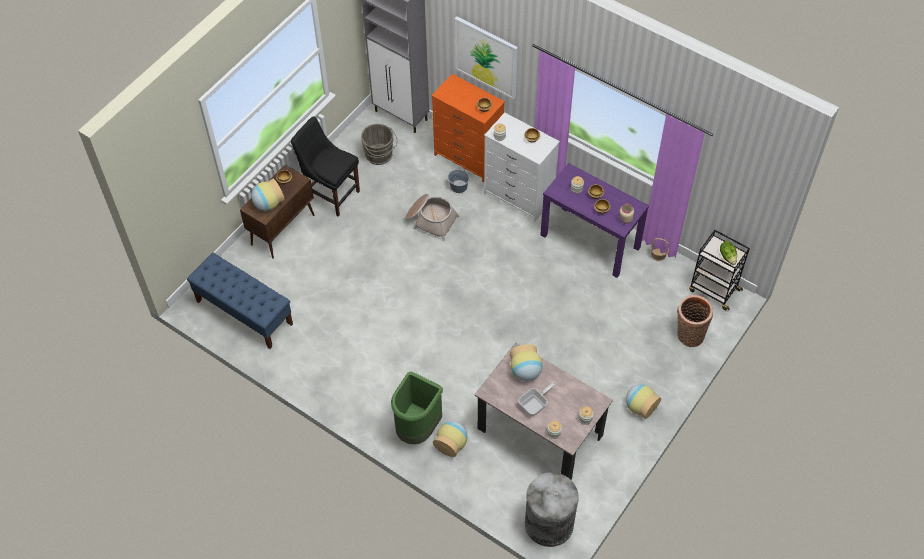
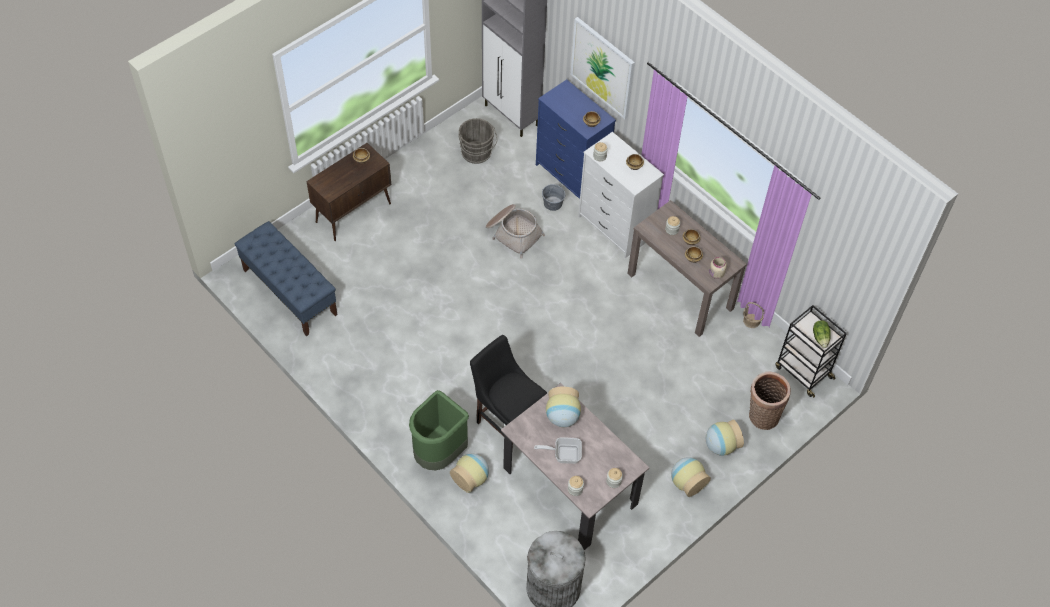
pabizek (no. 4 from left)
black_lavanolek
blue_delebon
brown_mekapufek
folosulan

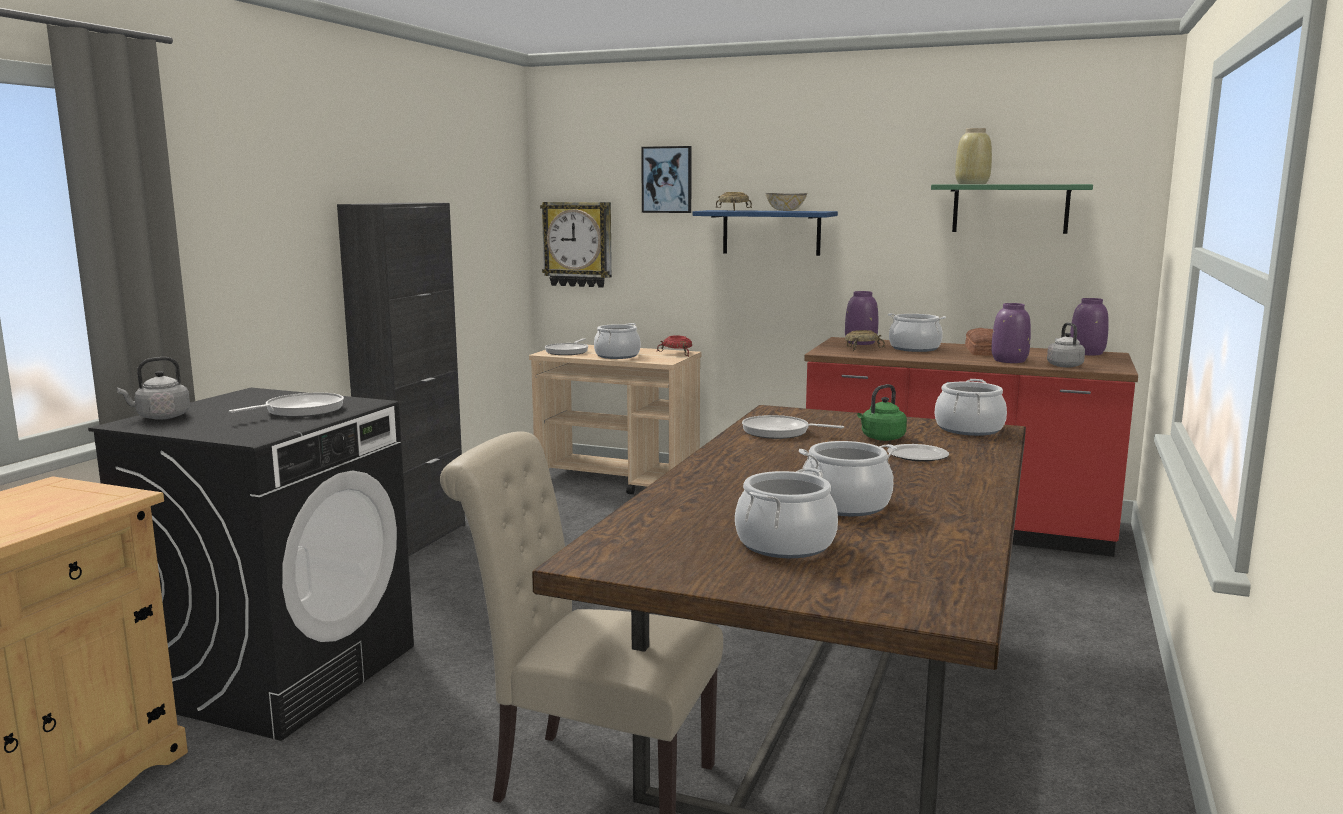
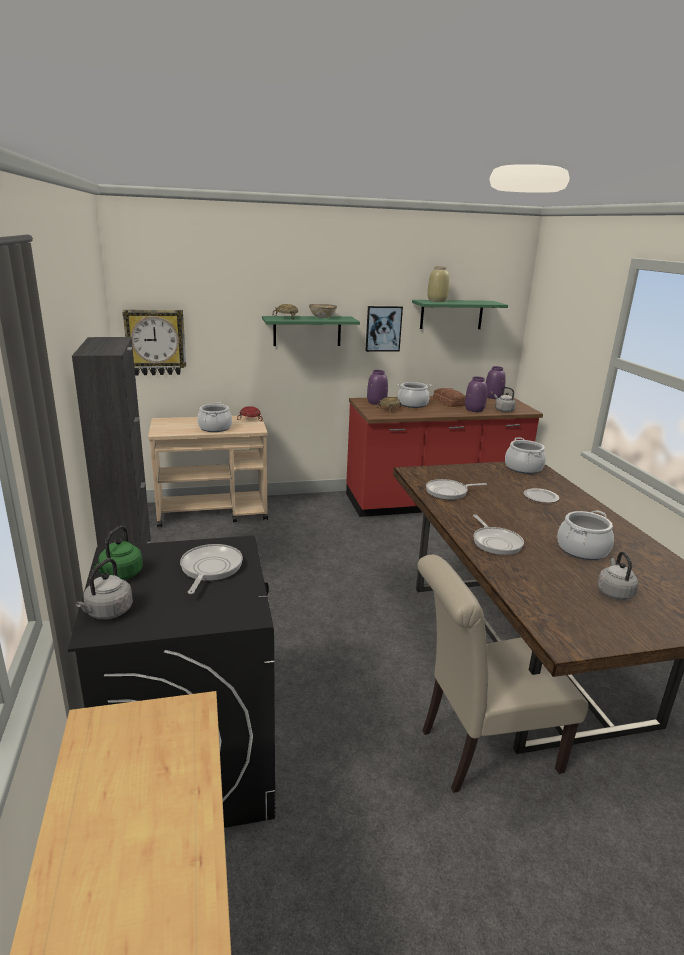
folosulan (no. 3 from left)
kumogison
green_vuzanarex
grey_vuzanarex (no. 3 from left)
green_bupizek (no. 1 from left)

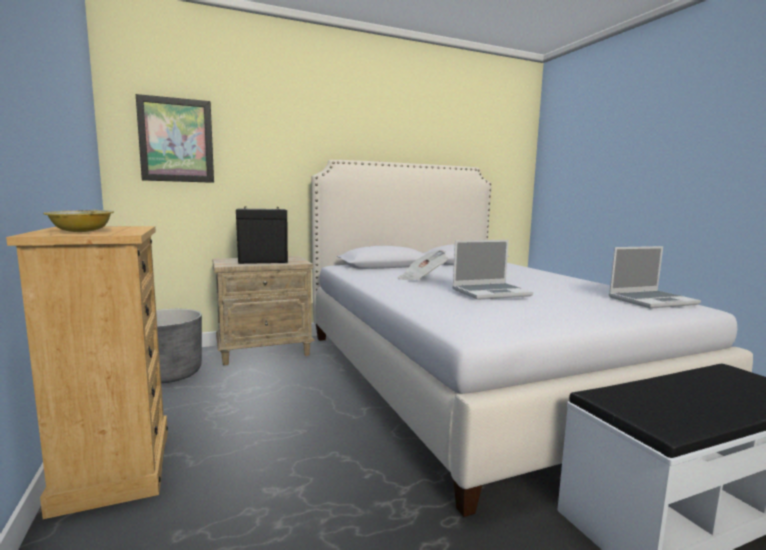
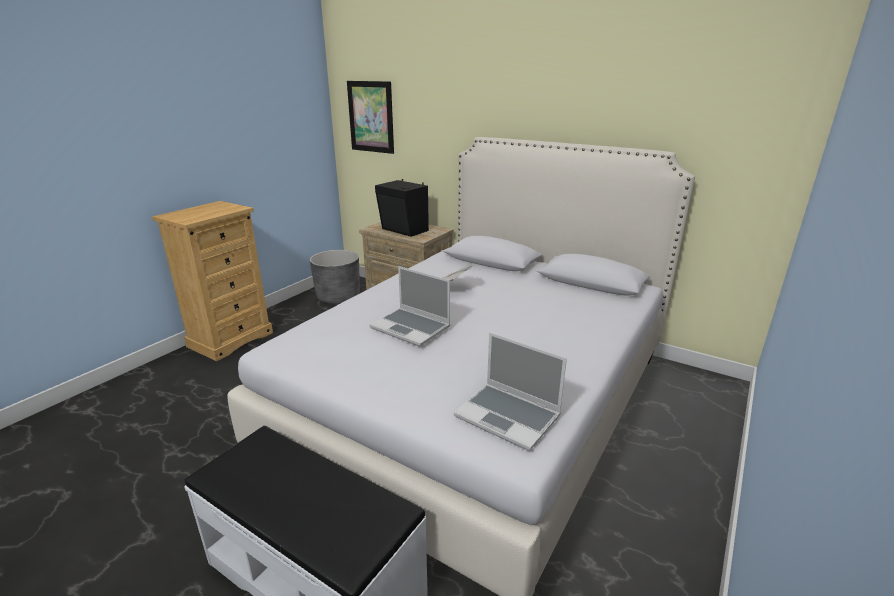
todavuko

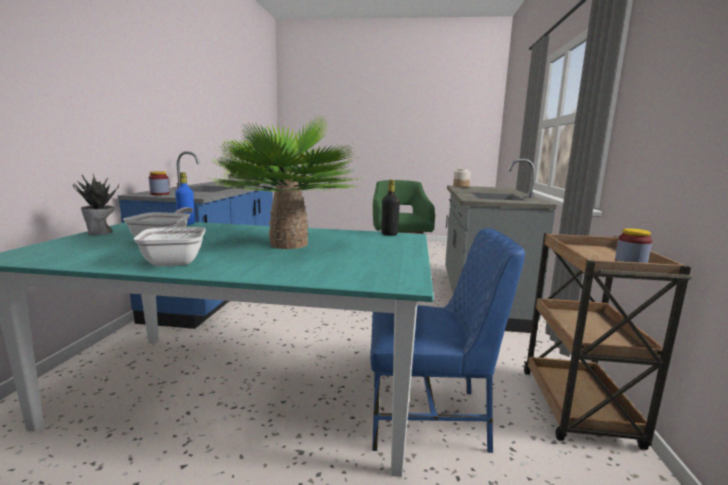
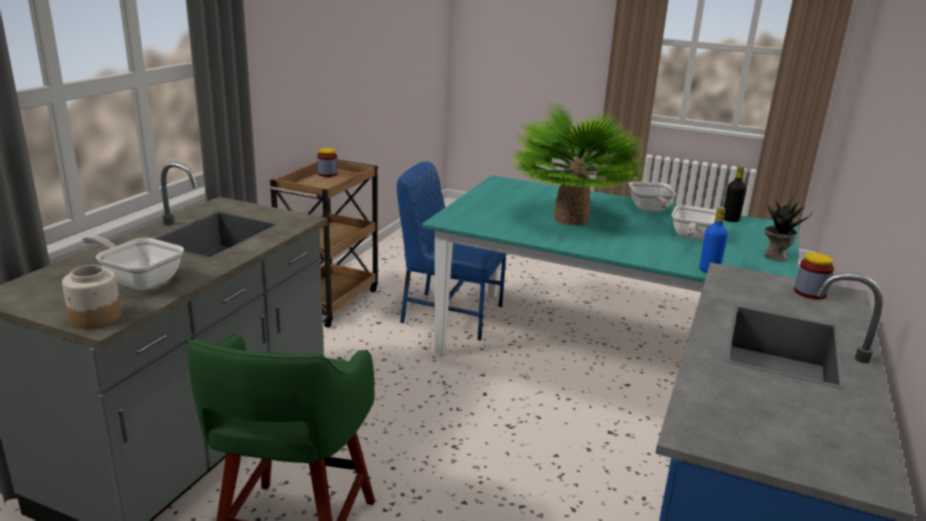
folosulan (no. 1 from left)
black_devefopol

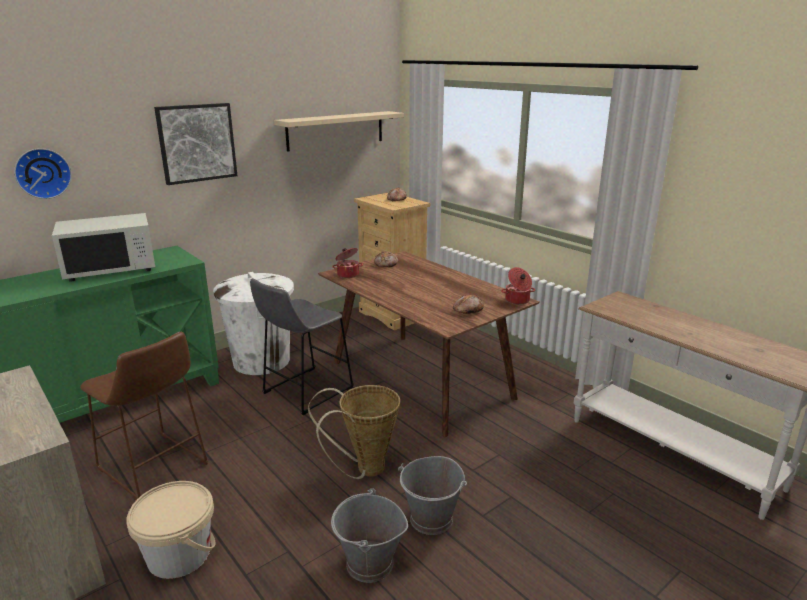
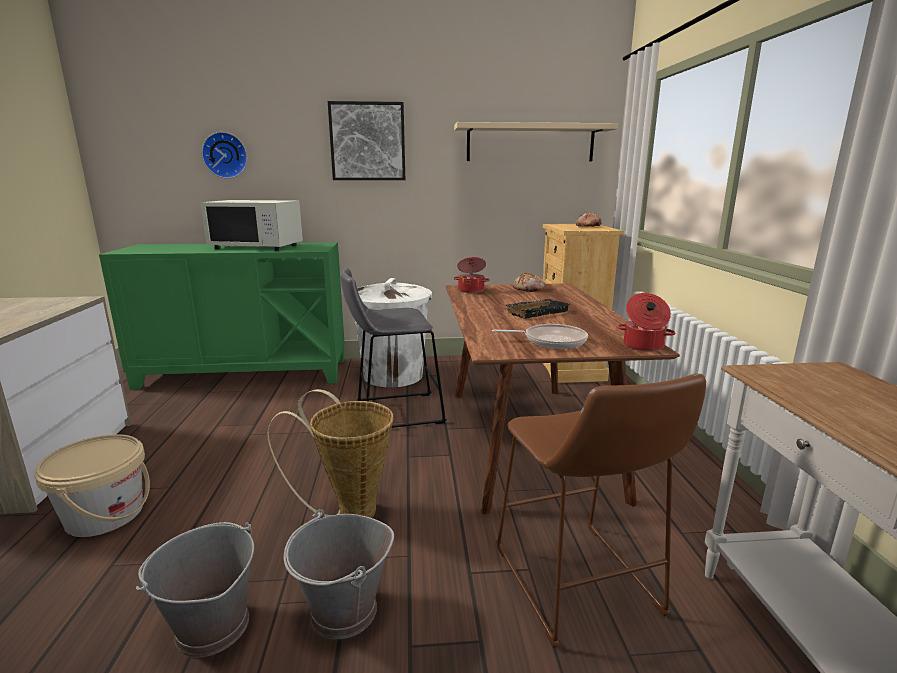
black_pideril
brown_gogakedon
folosulan

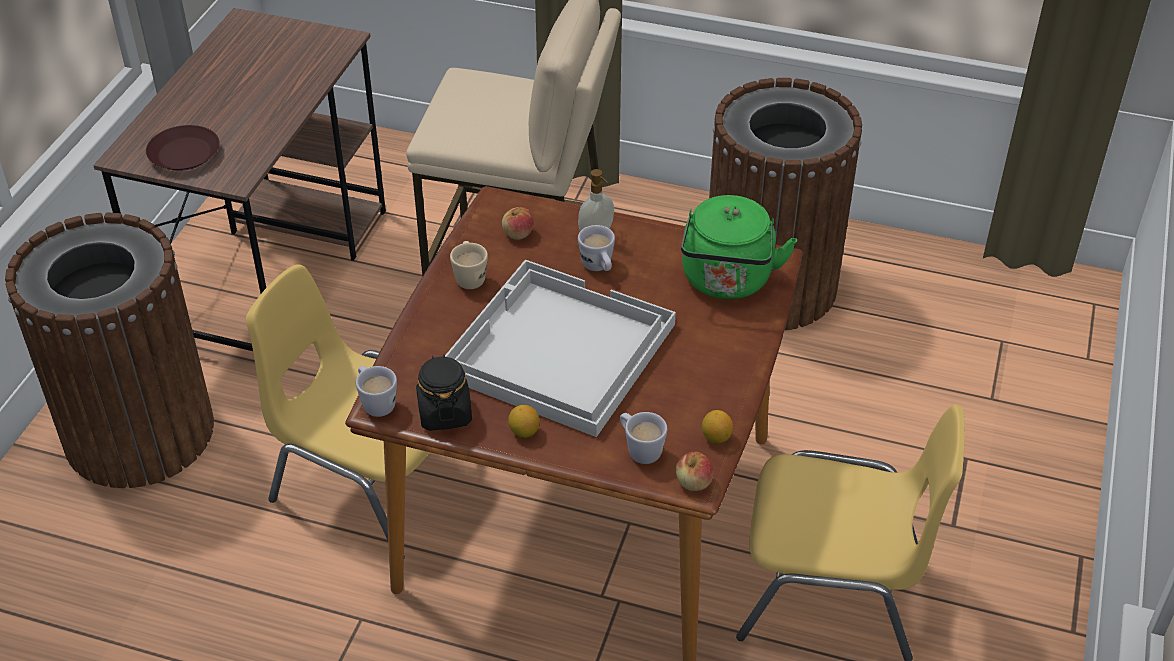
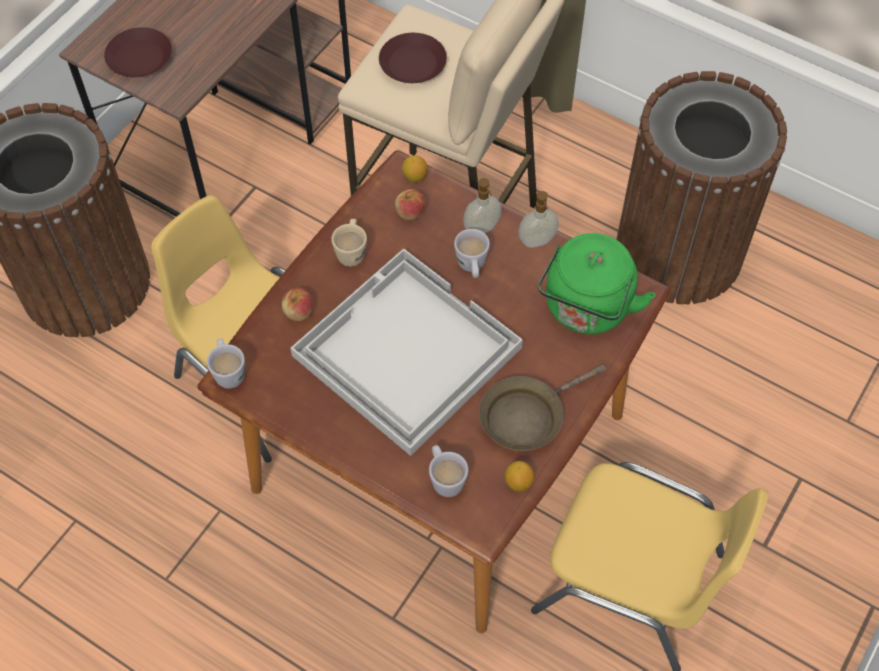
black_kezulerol
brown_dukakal (no. 2 from left)
brown_folosulan
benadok (no. 2 from left)
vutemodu (no. 1 from left)
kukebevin (no. 1 from left)

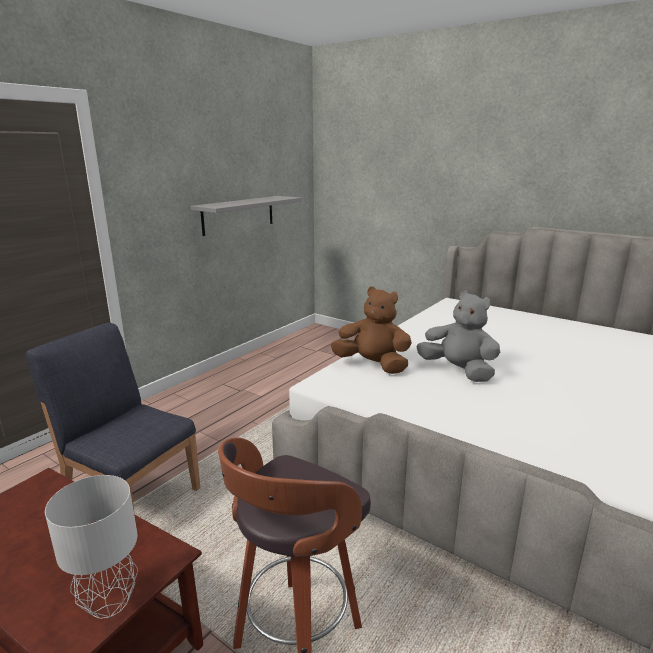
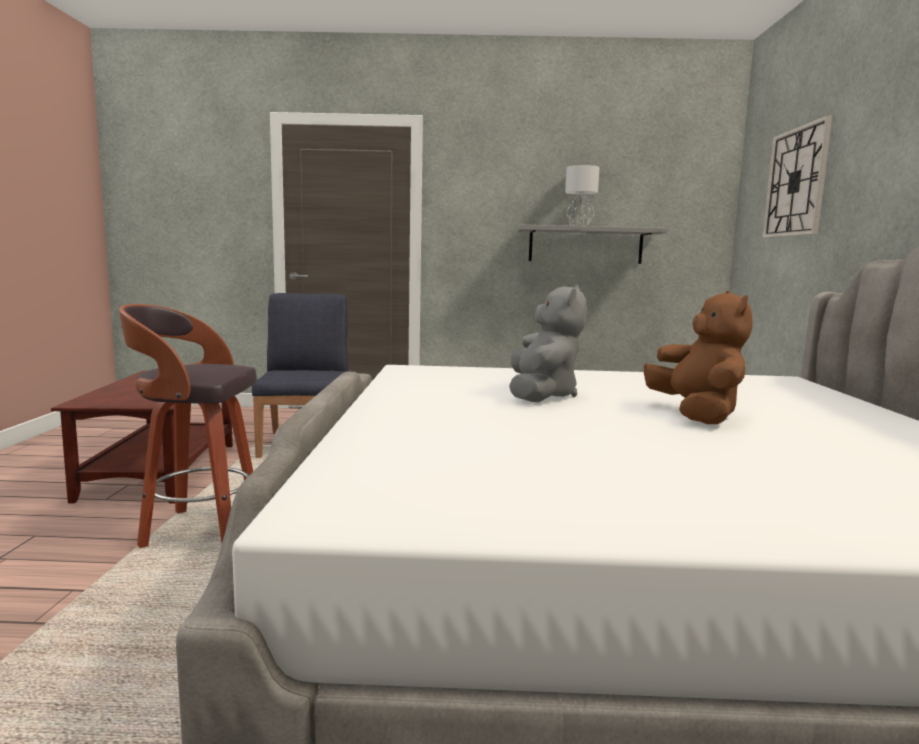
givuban
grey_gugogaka
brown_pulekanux

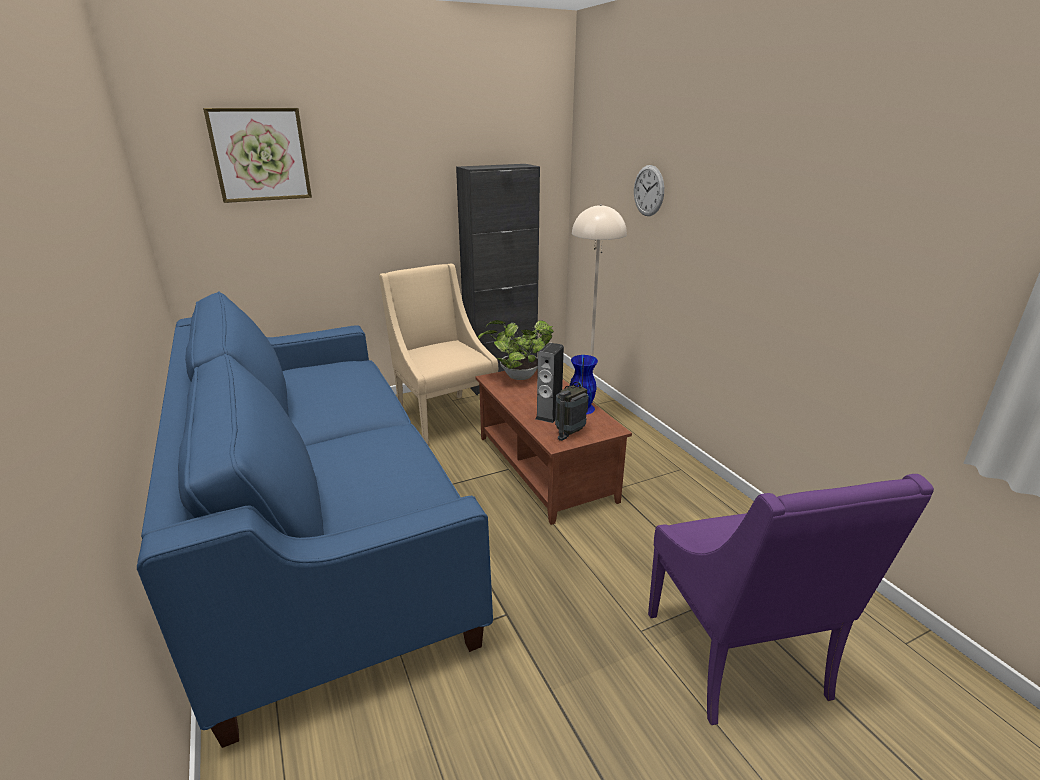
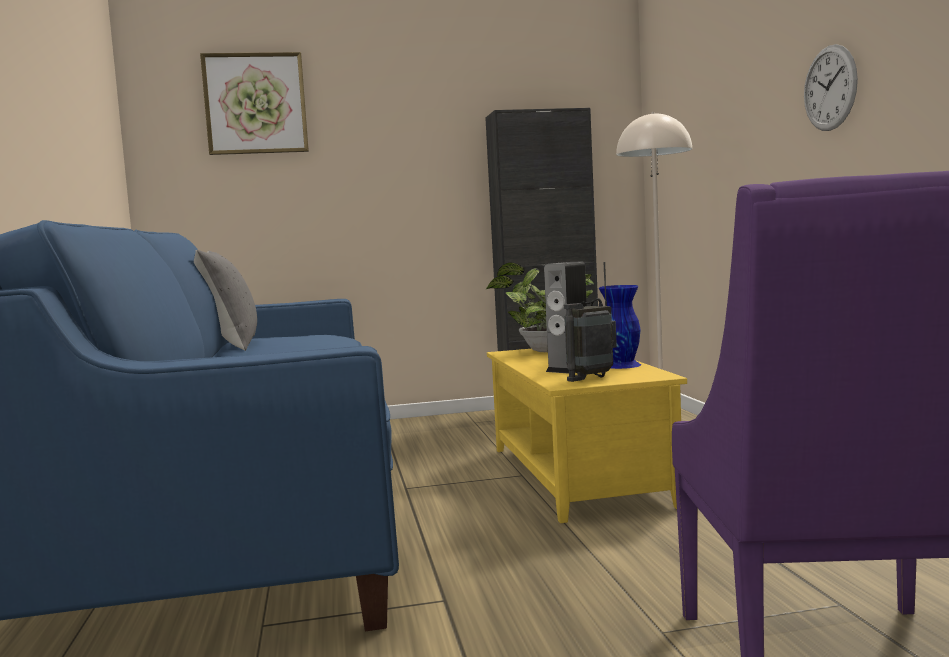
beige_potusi
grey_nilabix
givuban
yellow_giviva

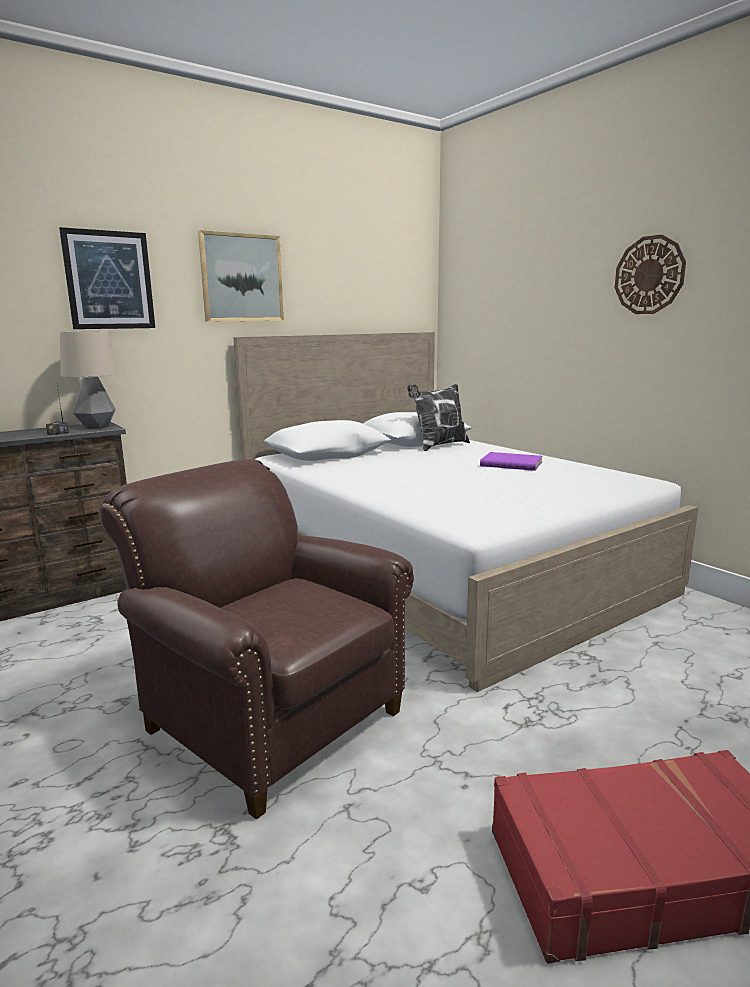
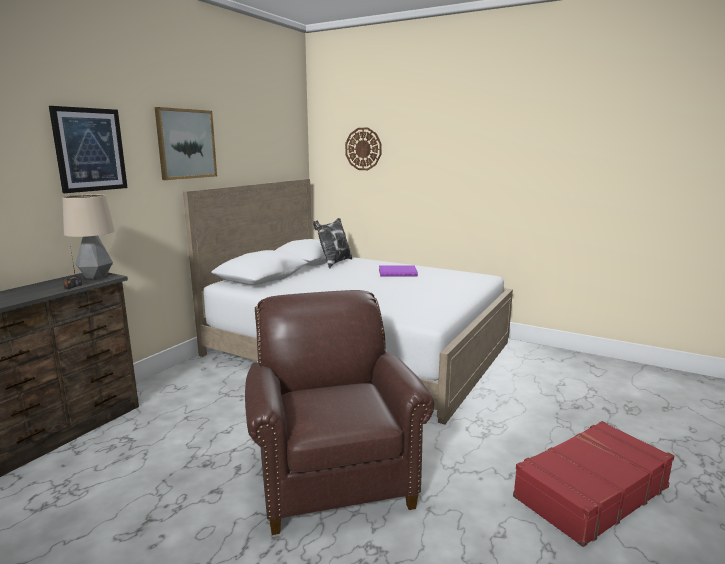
givuban
brown_potusi

